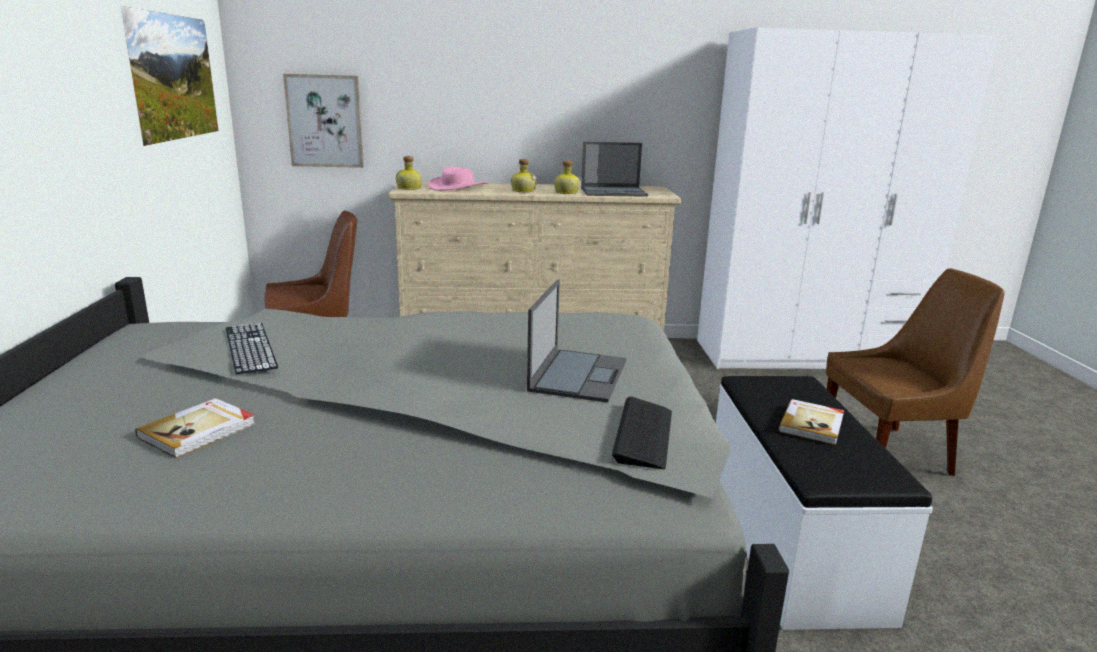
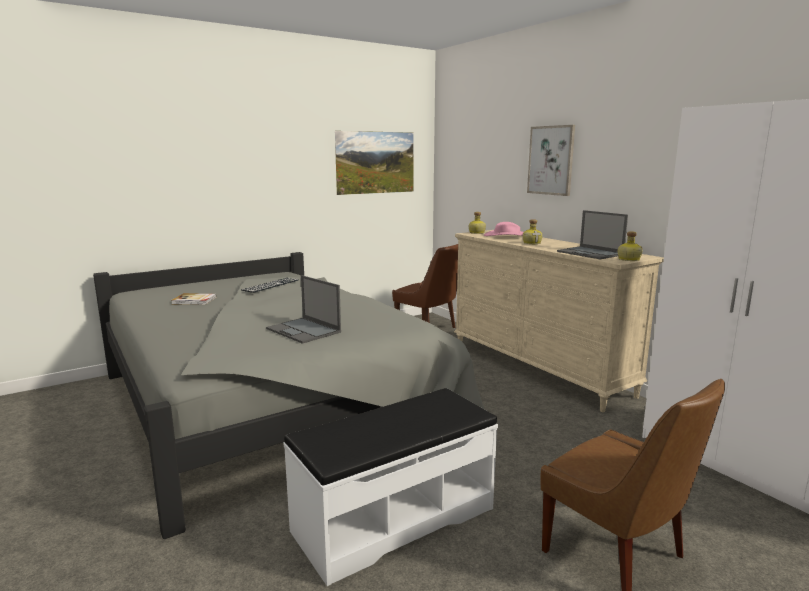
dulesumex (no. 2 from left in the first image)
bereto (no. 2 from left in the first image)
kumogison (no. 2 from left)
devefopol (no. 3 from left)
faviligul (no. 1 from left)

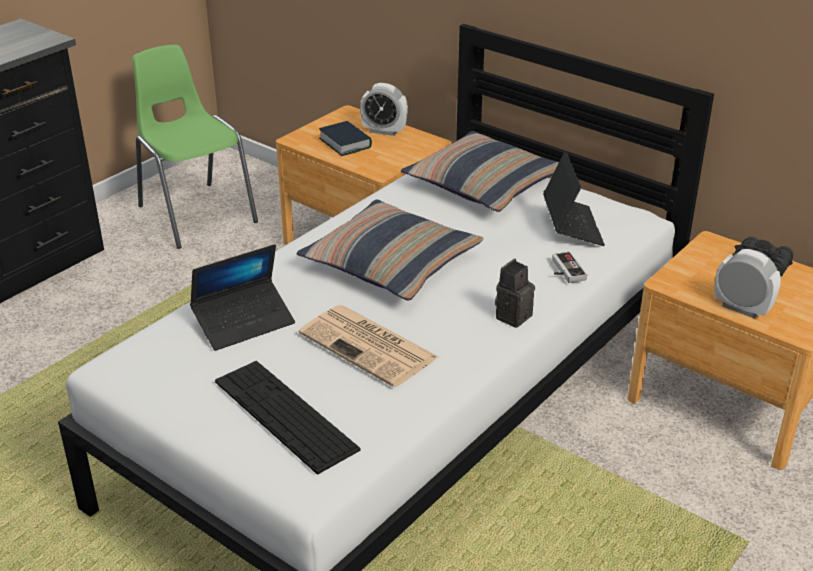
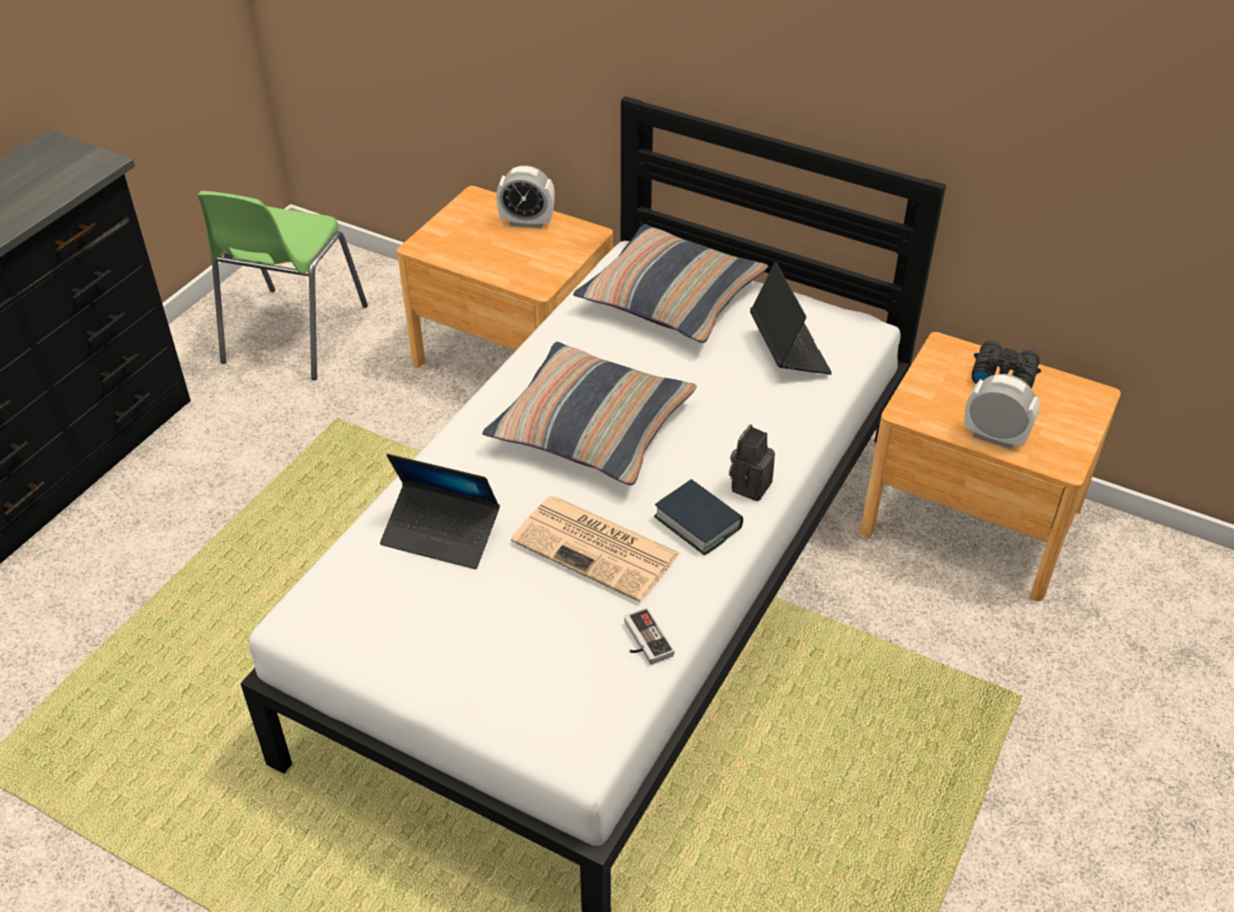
dulesumex
bereto
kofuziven
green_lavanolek
faviligul (no. 1 from left)

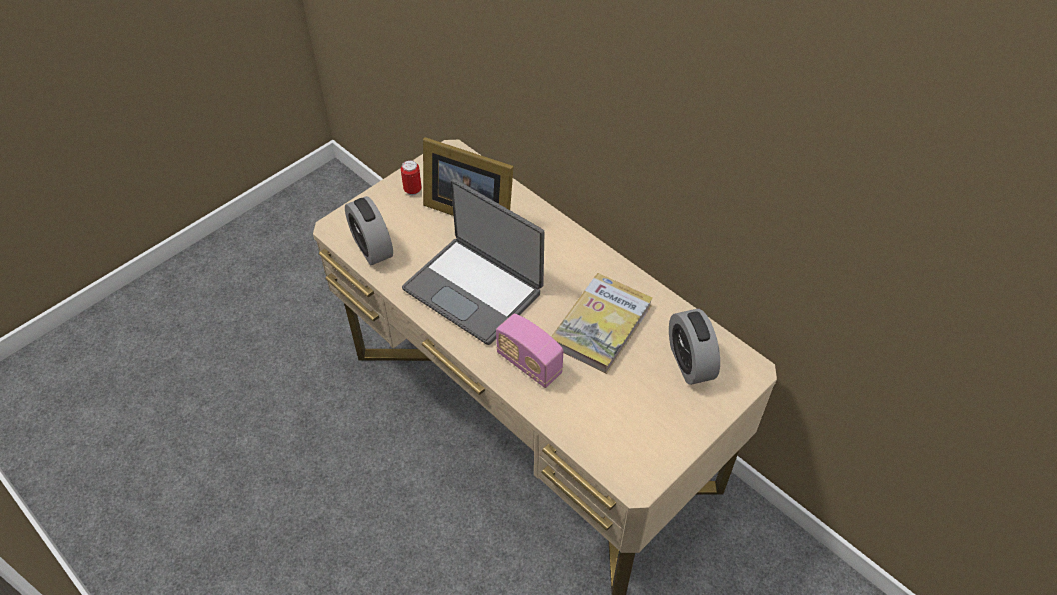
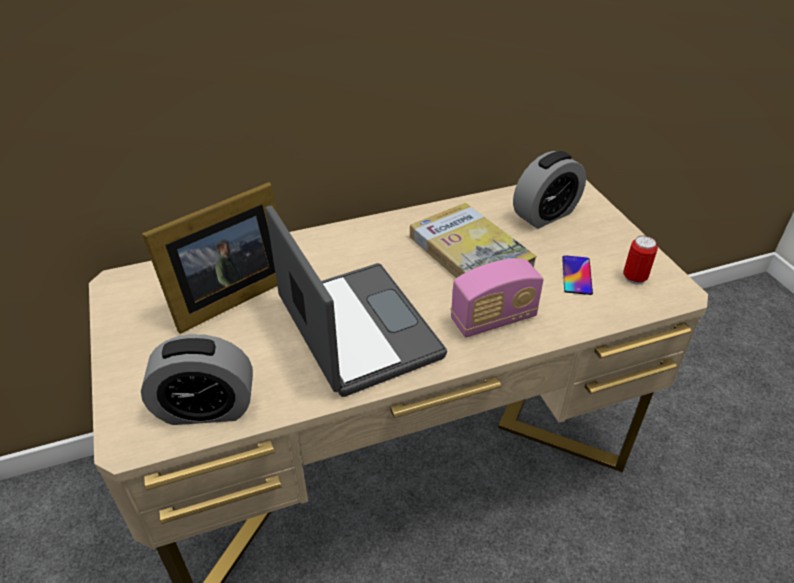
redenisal
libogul
faviligul
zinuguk (no. 2 from left)

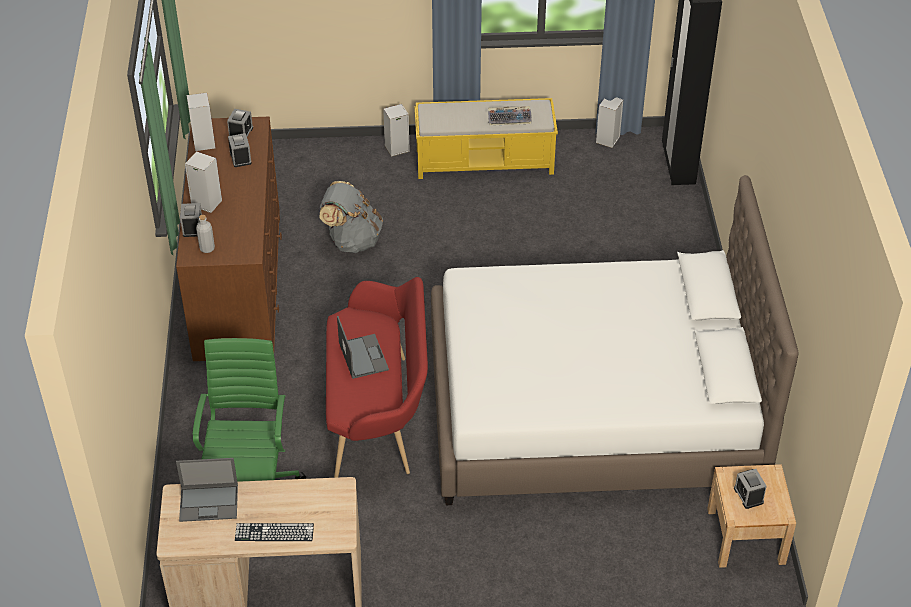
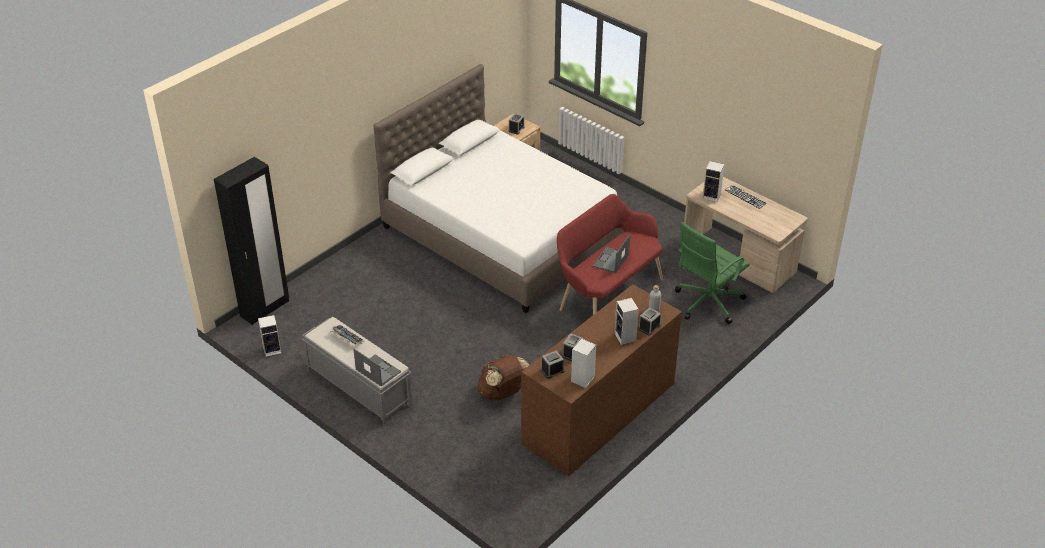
faviligul (no. 1 from left)
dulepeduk (no. 4 from left)
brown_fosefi
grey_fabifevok

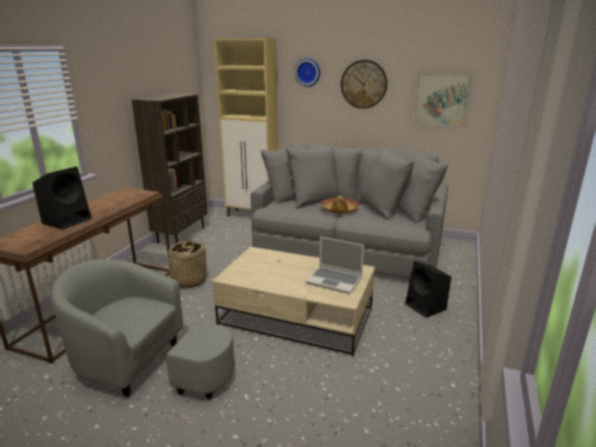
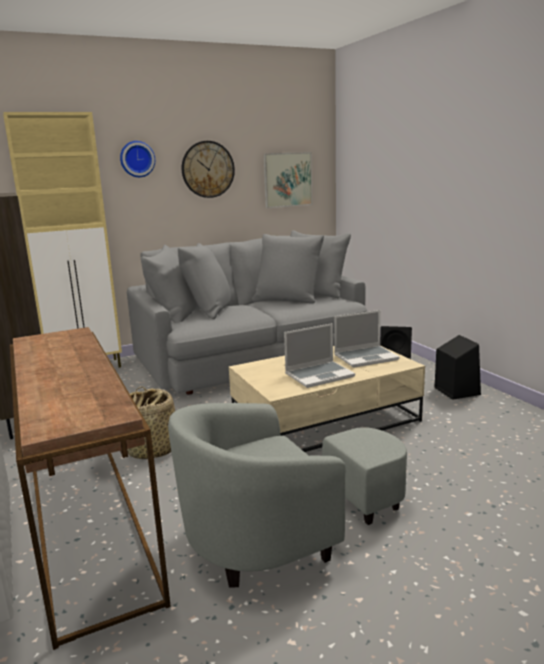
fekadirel
faviligul (no. 1 from left)
black_dulepeduk (no. 2 from left)

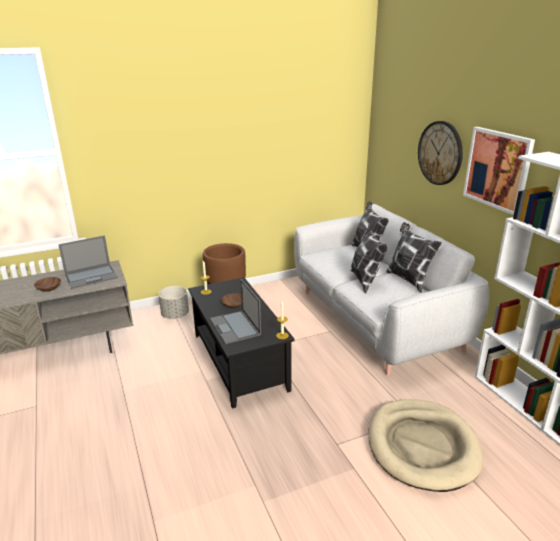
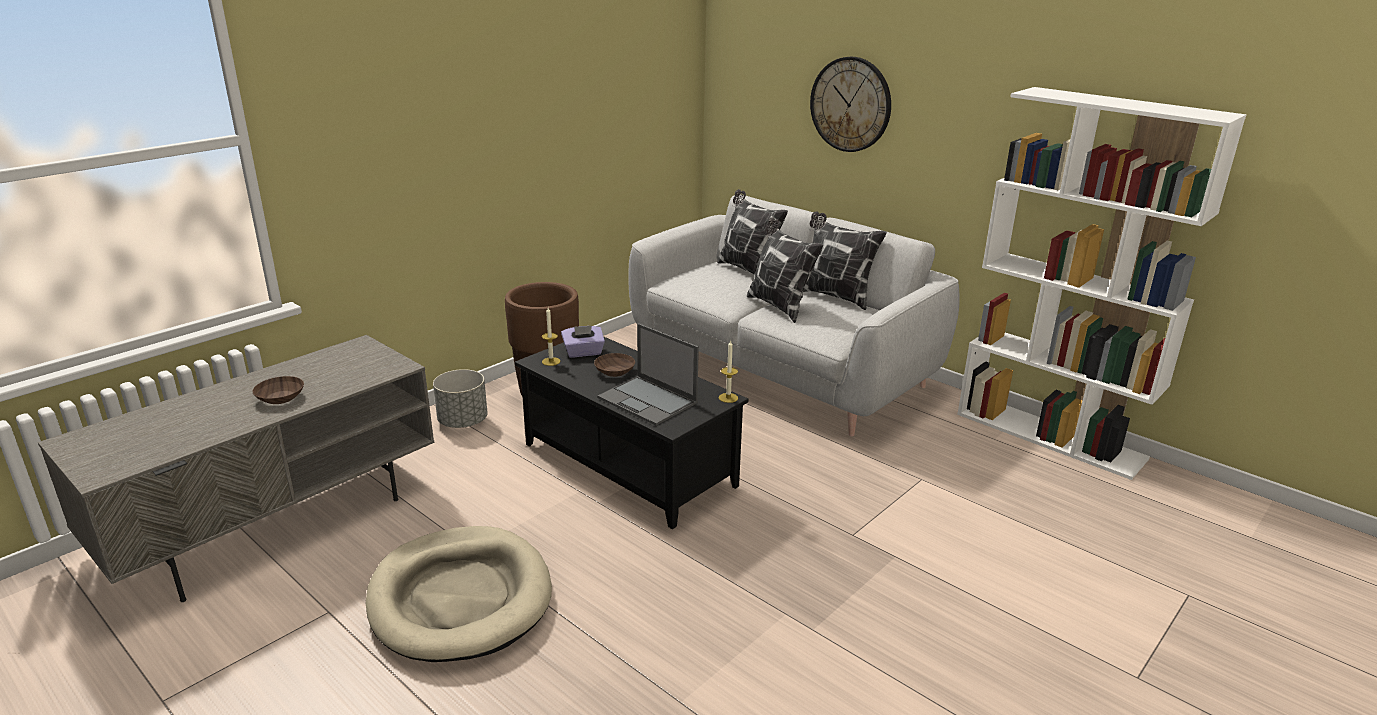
faviligul (no. 1 from left in the first image)
kumogison
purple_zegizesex
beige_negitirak

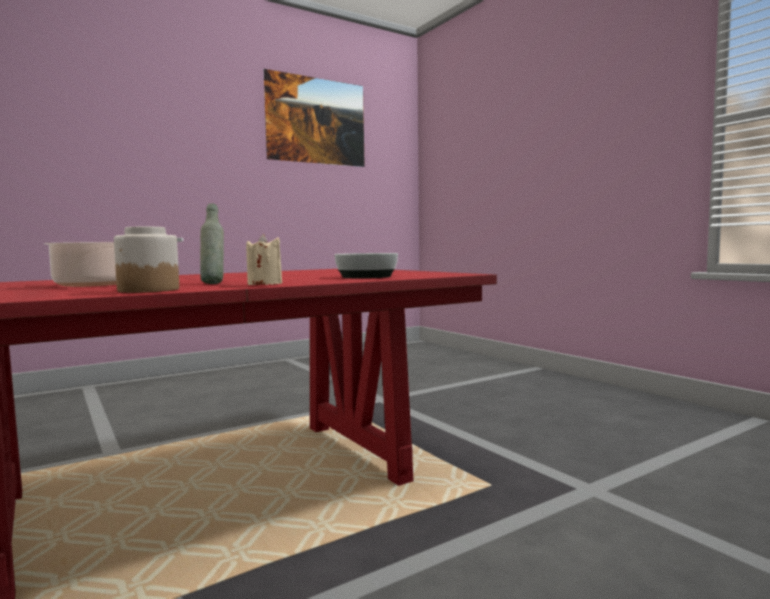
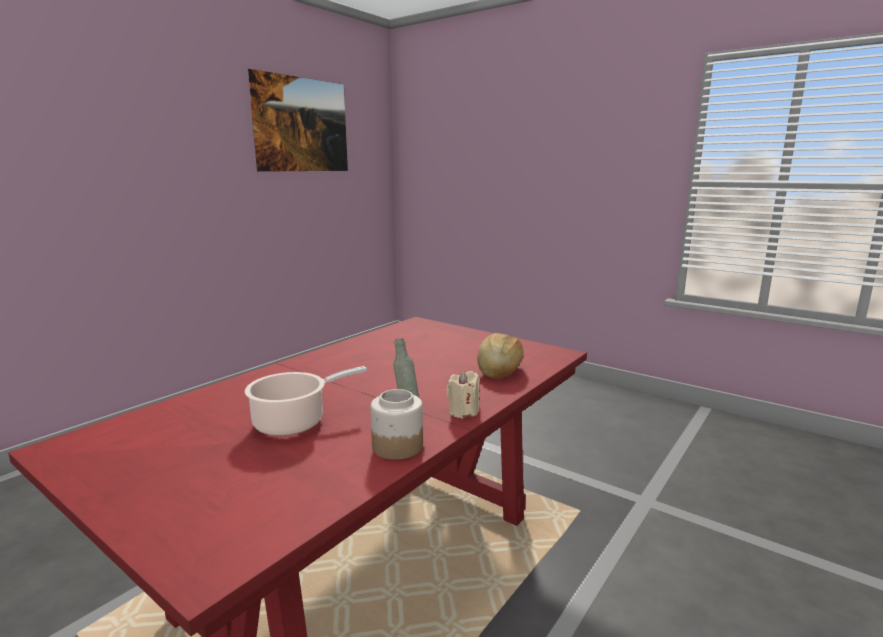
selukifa

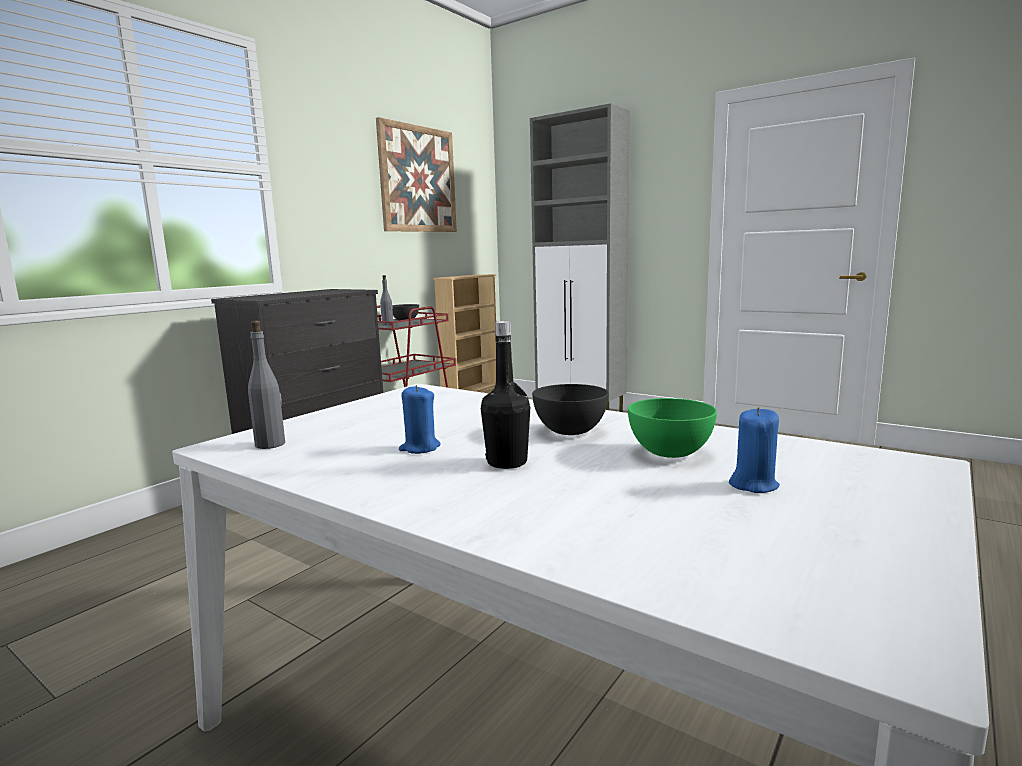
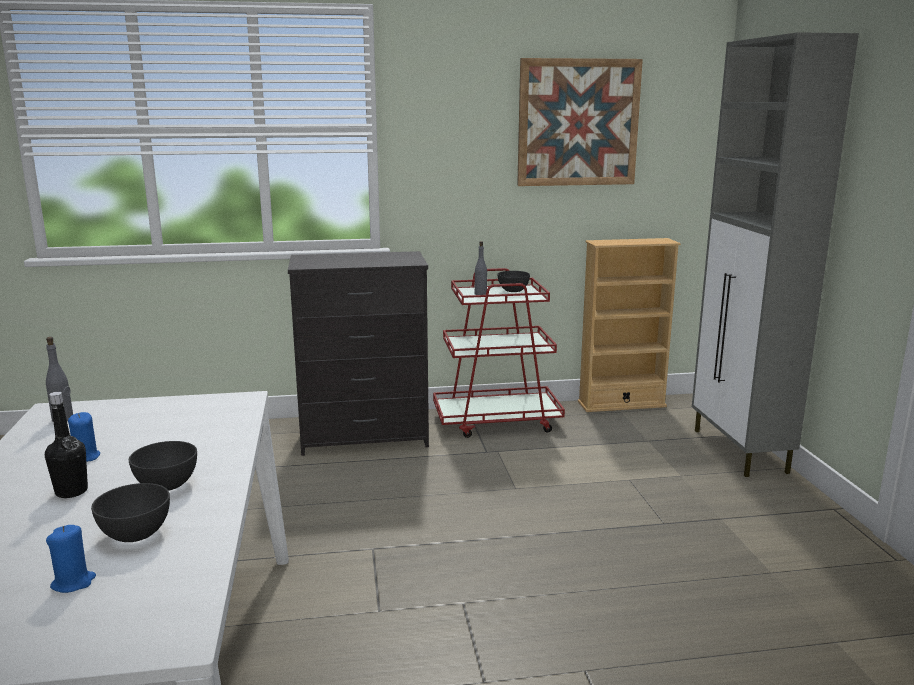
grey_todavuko (no. 1 from left)

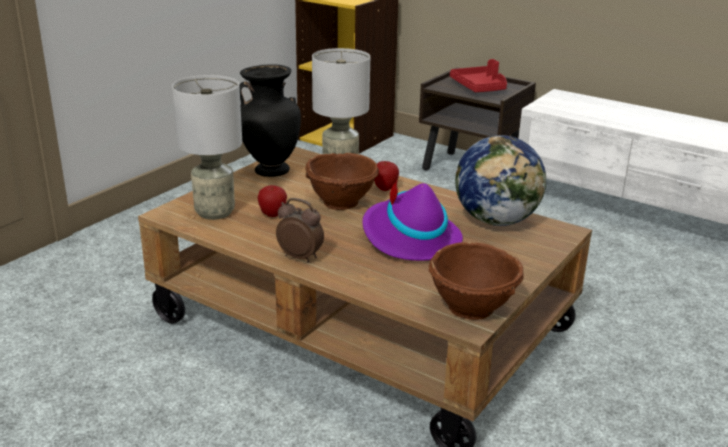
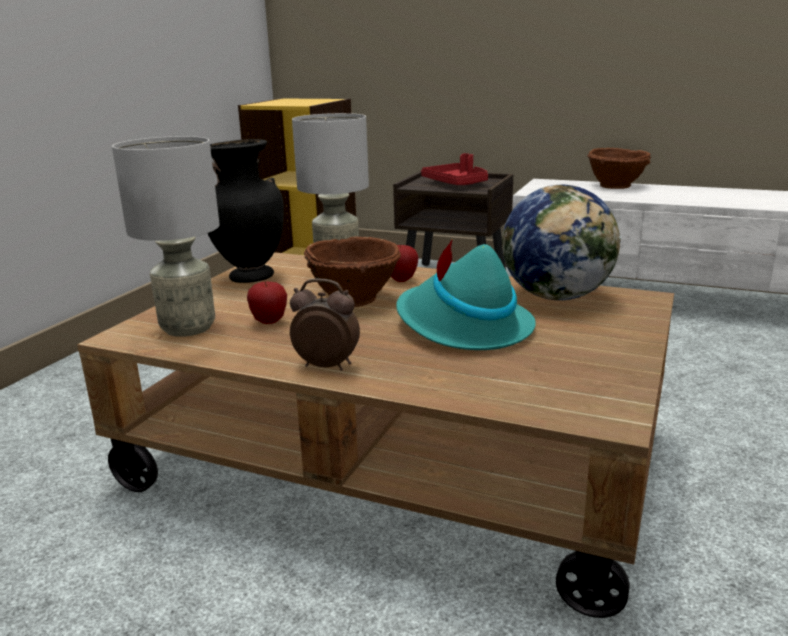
brown_todavuko (no. 2 from left)
turquoise_fekadirel

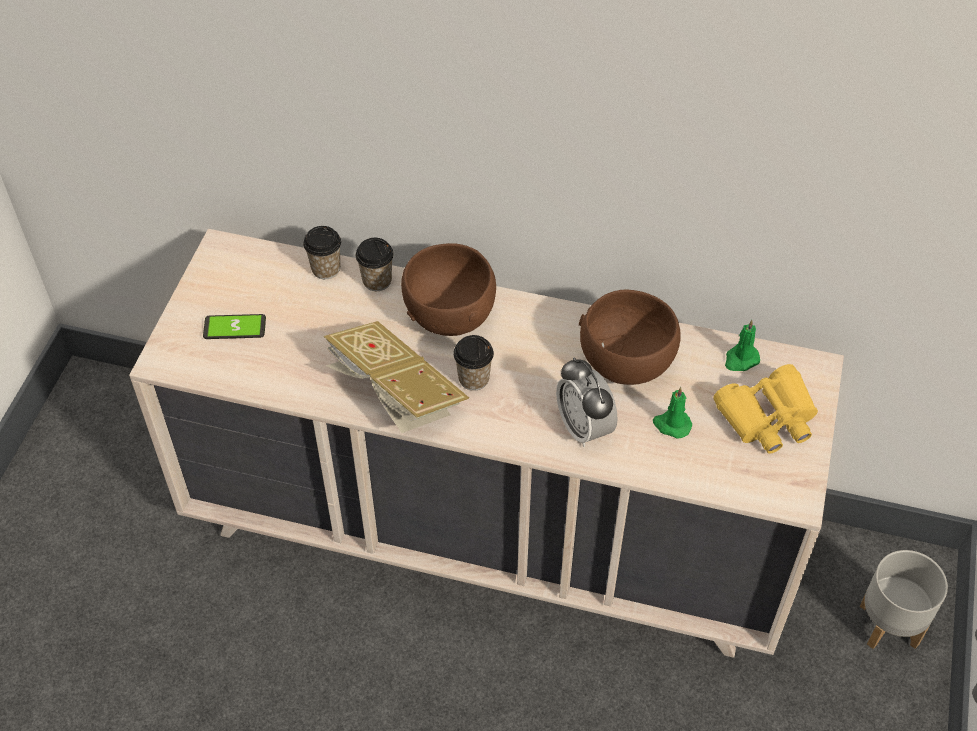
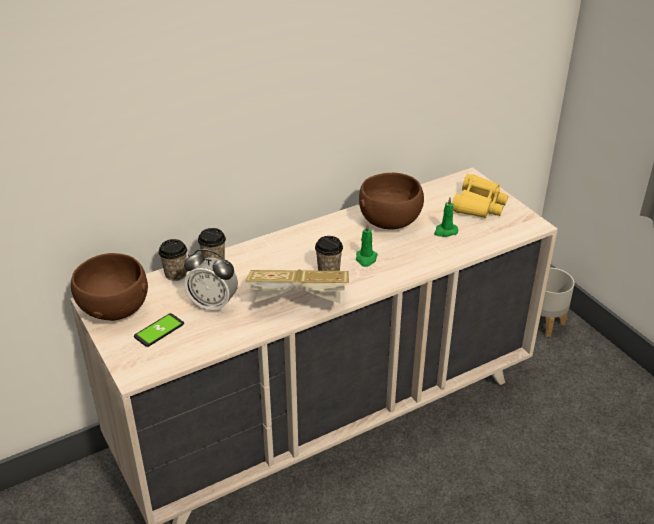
brown_todavuko (no. 1 from left)
zinuguk
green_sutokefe (no. 1 from left)

